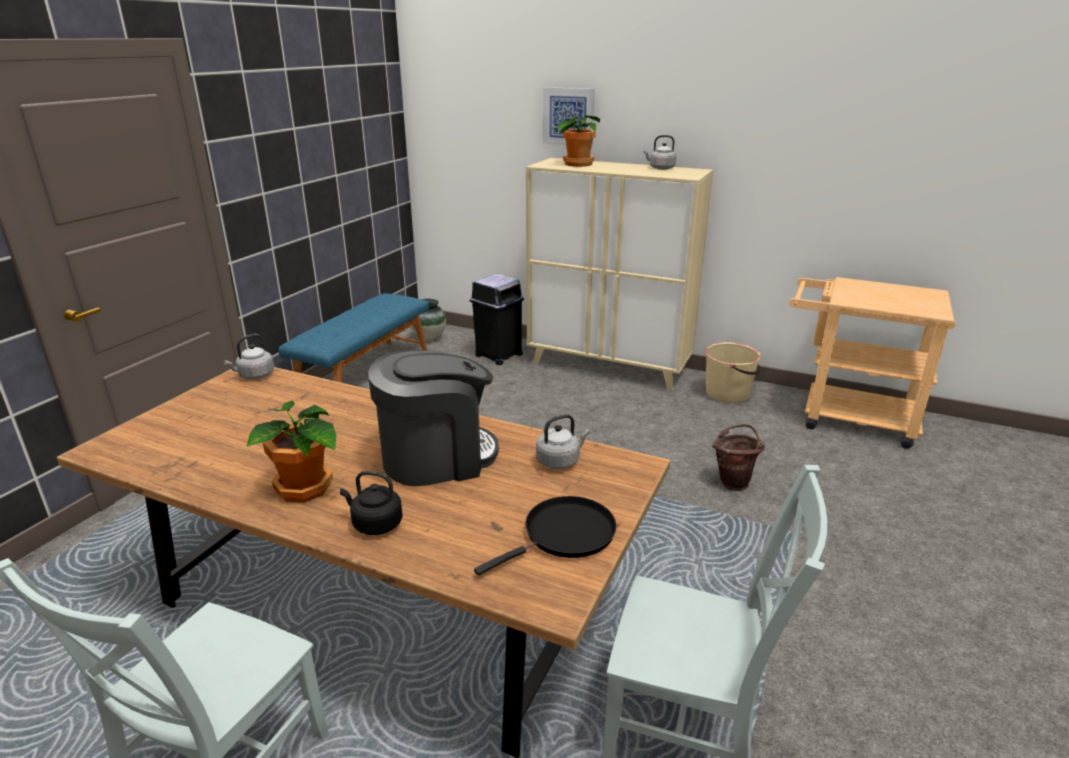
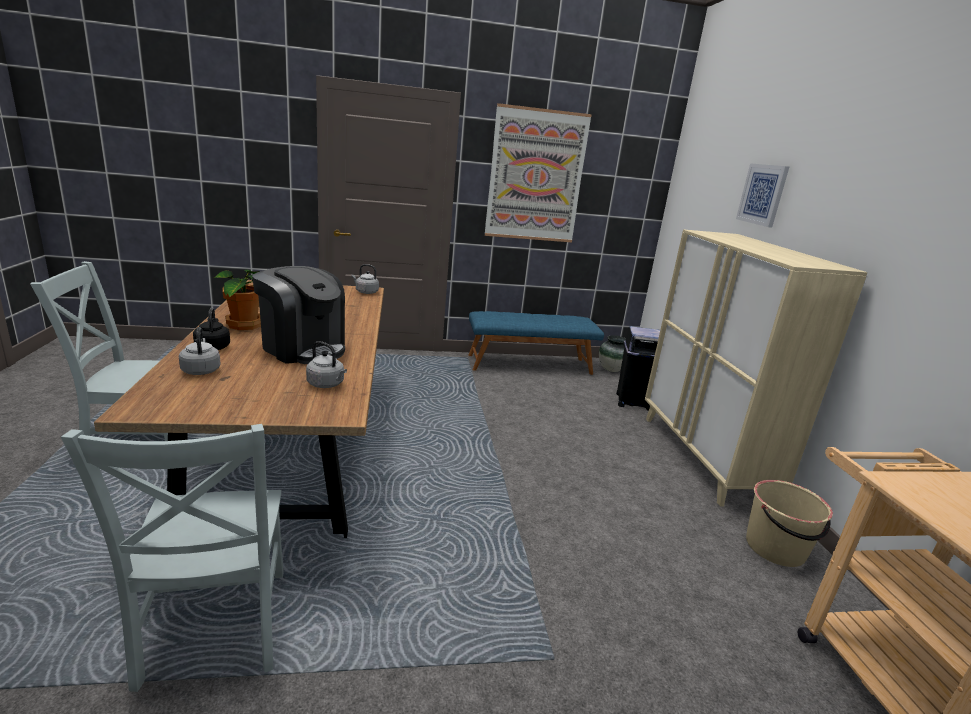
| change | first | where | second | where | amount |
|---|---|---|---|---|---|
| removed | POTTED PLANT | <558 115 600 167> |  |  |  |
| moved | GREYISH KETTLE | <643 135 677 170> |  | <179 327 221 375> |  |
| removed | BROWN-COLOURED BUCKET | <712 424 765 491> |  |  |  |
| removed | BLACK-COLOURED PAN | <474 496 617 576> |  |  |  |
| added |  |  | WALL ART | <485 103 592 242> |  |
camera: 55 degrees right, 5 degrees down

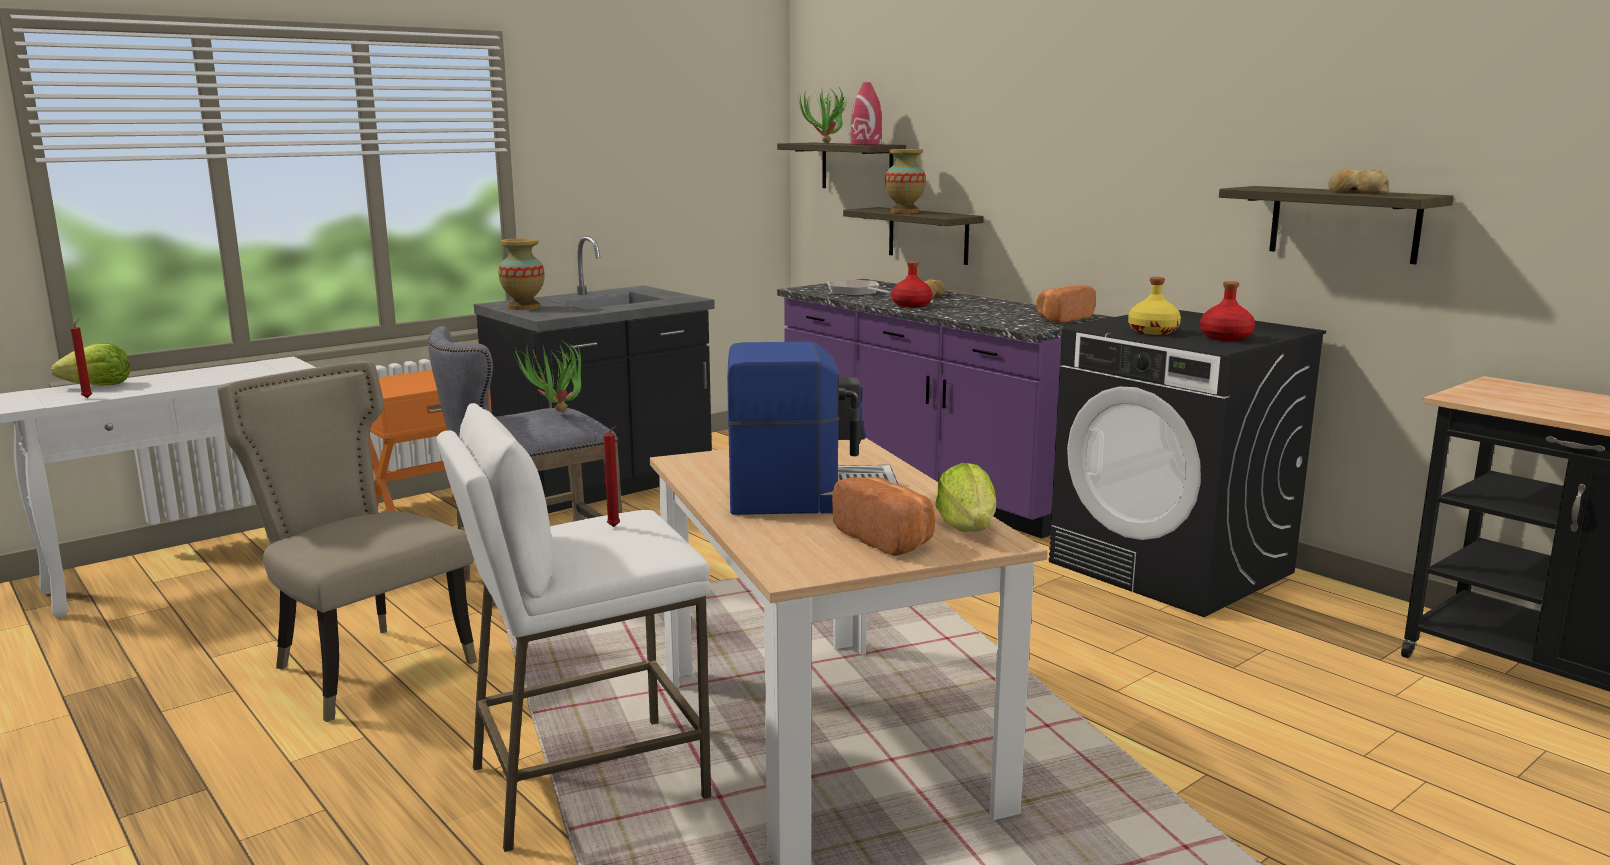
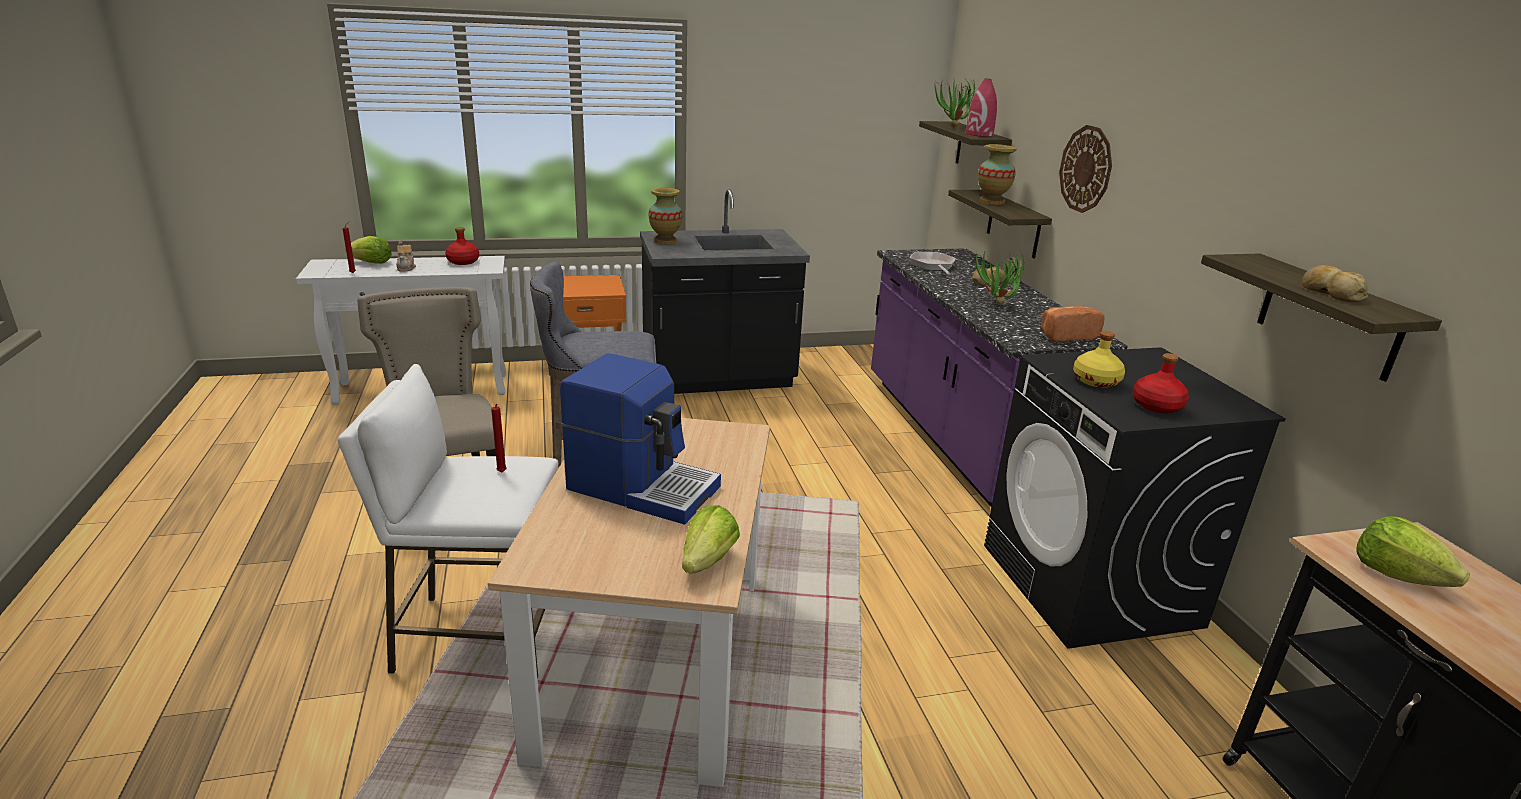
| change | first | where | second | where | amount |
|---|---|---|---|---|---|
| moved | REDDISH DRINK BOTTLE | <892 261 933 308> |  | <445 227 479 265> |  |
| moved | POTTED PLANT | <514 340 581 412> |  | <975 252 1024 305> |  |
| removed | BAKED BREAD | <832 477 936 556> |  |  |  |
| added |  |  | CLOCK ON THE WALL | <1059 125 1112 213> |  |
| added |  |  | TEA POT | <396 241 416 272> |  |
| added |  |  | LETTUCE HEAD | <1356 516 1470 587> |  |
camera: 25 degrees right, 10 degrees up

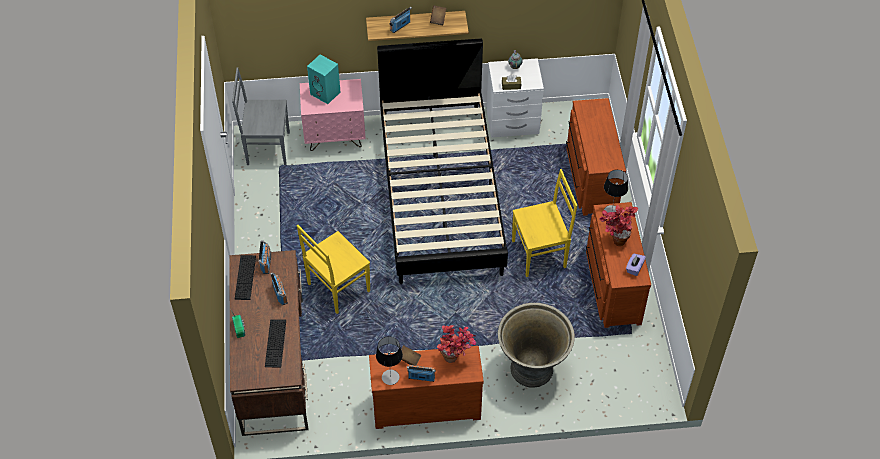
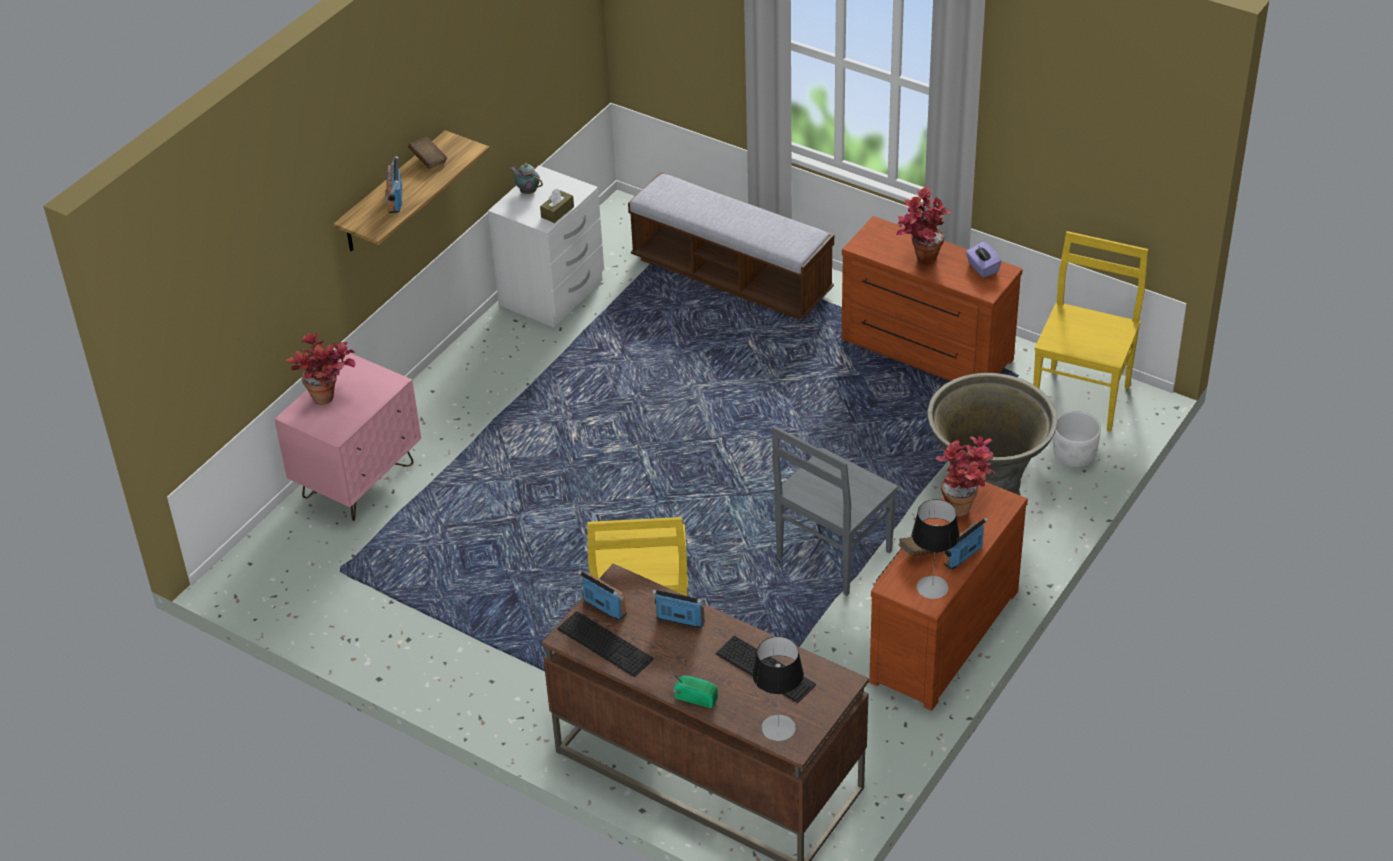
| change | first | where | second | where | amount |
|---|---|---|---|---|---|
| removed | BLACK-COLOURED SLEEPING BED | <377 38 508 284> |  |  |  |
| replaced | TURQUOISE-COLOURED AUDIO SPEAKER | <307 54 340 104> | POTTED PLANT | <286 333 355 405> |  |
| moved | GREYISH PLAIN CHAIR | <232 67 290 165> |  | <772 426 898 596> |  |
| replaced | BROWN-COLOURED CHEST OF DRAWERS | <566 98 626 216> | INDOOR BENCH | <628 172 834 319> |  |
| moved | YELLOWISH PLAIN CHAIR | <512 169 578 277> |  | <1033 231 1148 432> |  |
| moved | LAMP FOR A TABLE | <604 170 628 213> |  | <752 636 804 741> |  |
| added |  |  | WHITE-COLOURED FLOWER POT | <1053 411 1101 467> |  |
camera: 50 degrees left, 10 degrees down

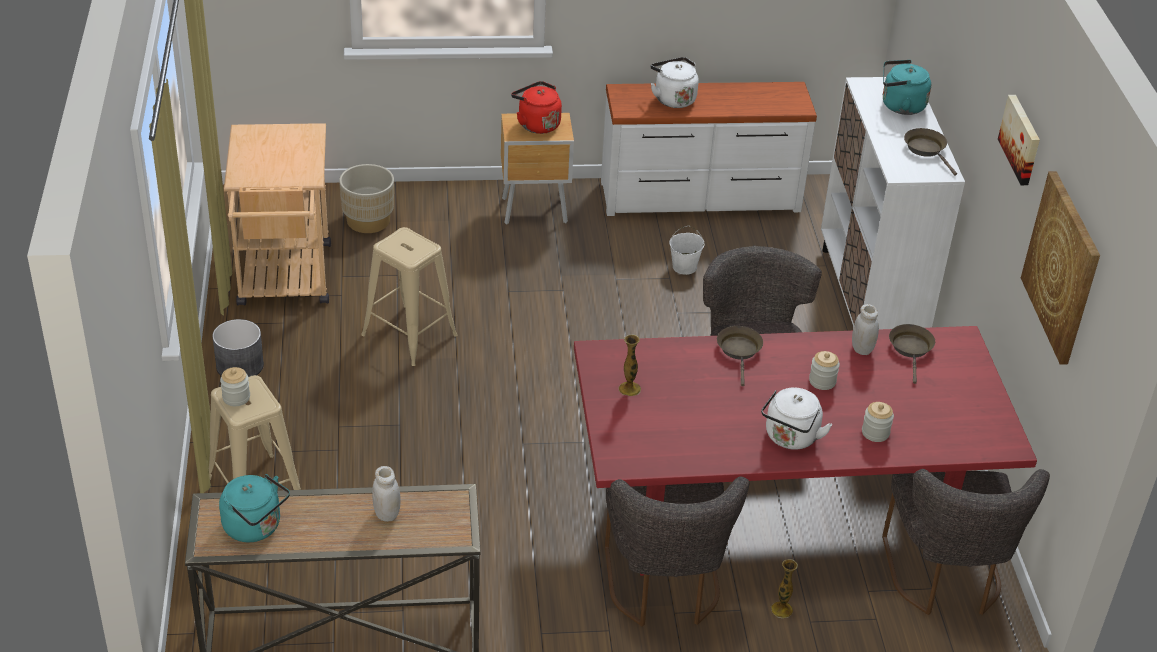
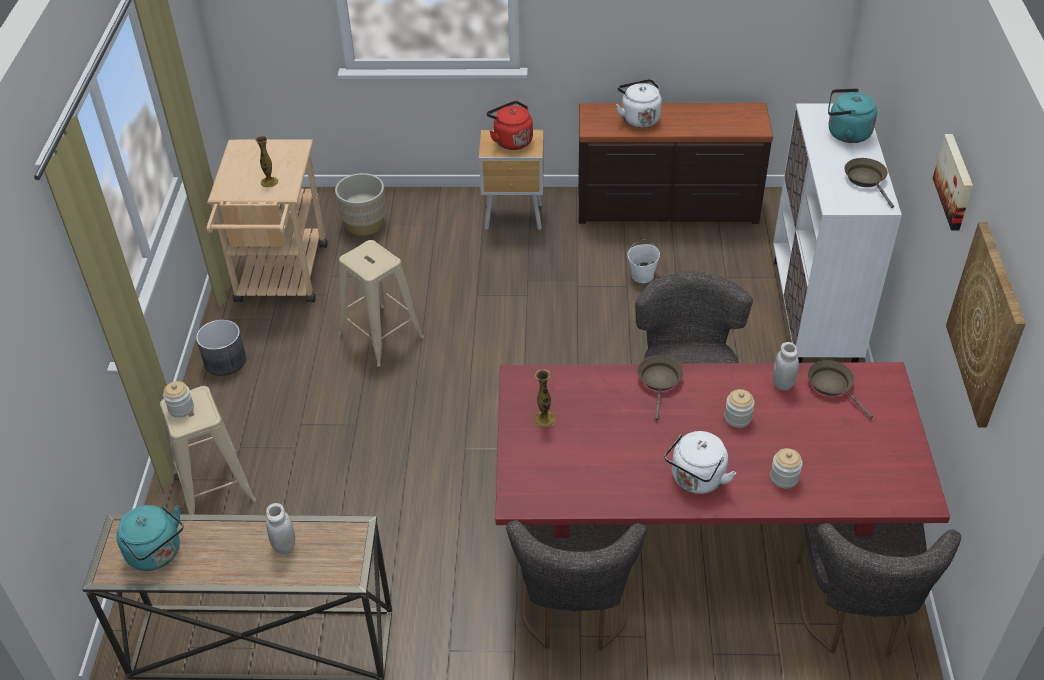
| change | first | where | second | where | amount |
|---|---|---|---|---|---|
| recoloured | WHITE-COLOURED CHEST OF DRAWERS | <601 82 817 216> | BROWN-COLOURED CHEST OF DRAWERS | <578 103 773 224> |  |
| turned | BROWN-COLOURED PAN | <889 324 935 384> |  | <808 360 873 418> | 45 degrees counterclockwise |
| moved | DECORATIVE VASE | <771 559 798 618> |  | <255 136 278 187> |  |
camera: 10 degrees right, 5 degrees up

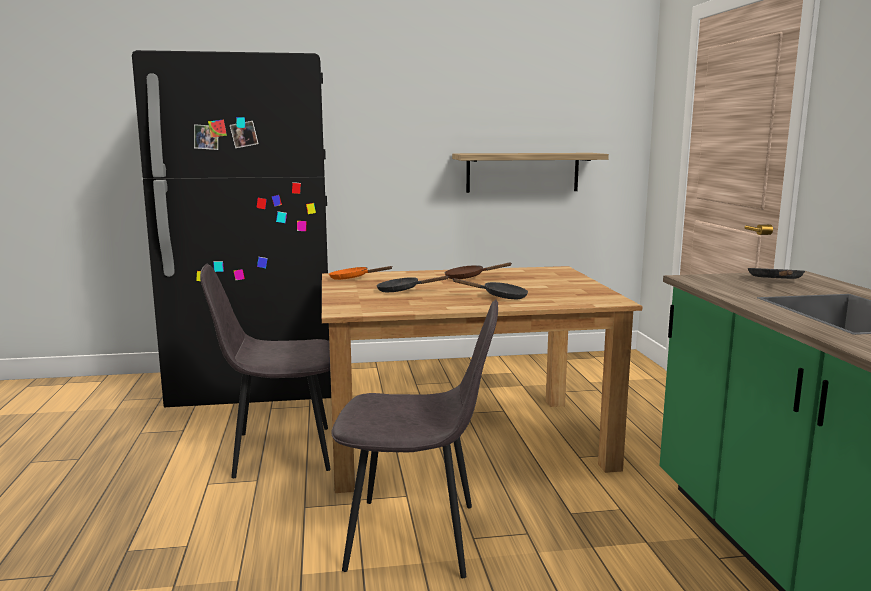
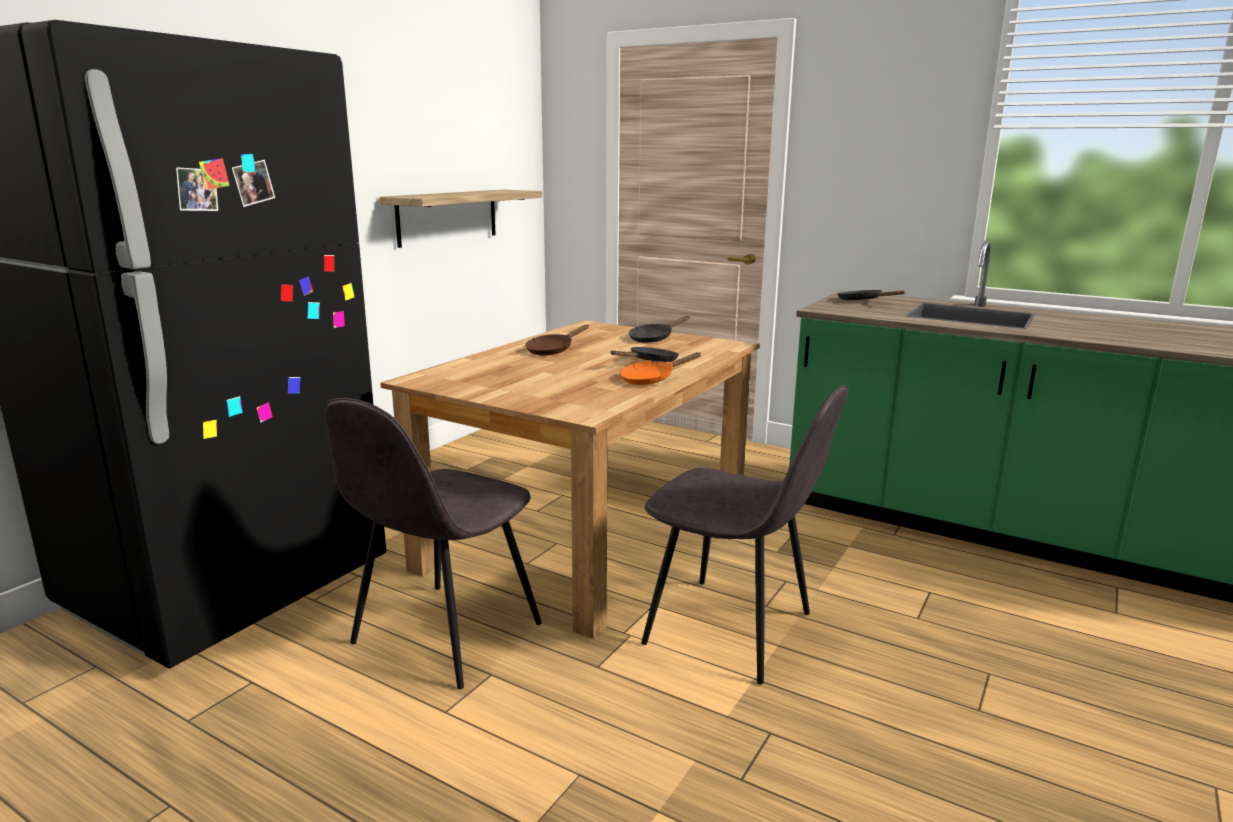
| change | first | where | second | where | amount |
|---|---|---|---|---|---|
| moved | ORANGEY PAN | <329 266 392 280> |  | <620 352 700 385> |  |
| moved | BLACK-COLOURED PAN | <376 276 449 292> |  | <629 316 690 343> |  |
| turned | GREYISH PLAIN CHAIR | <331 299 498 578> |  | <641 385 848 684> | 75 degrees clockwise |
camera: 50 degrees left, 5 degrees up

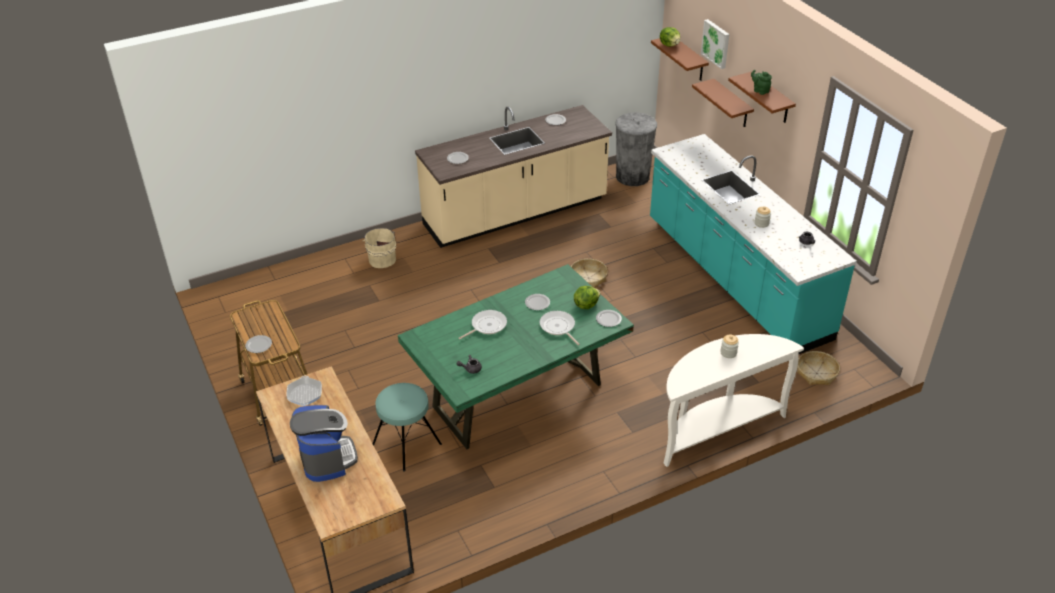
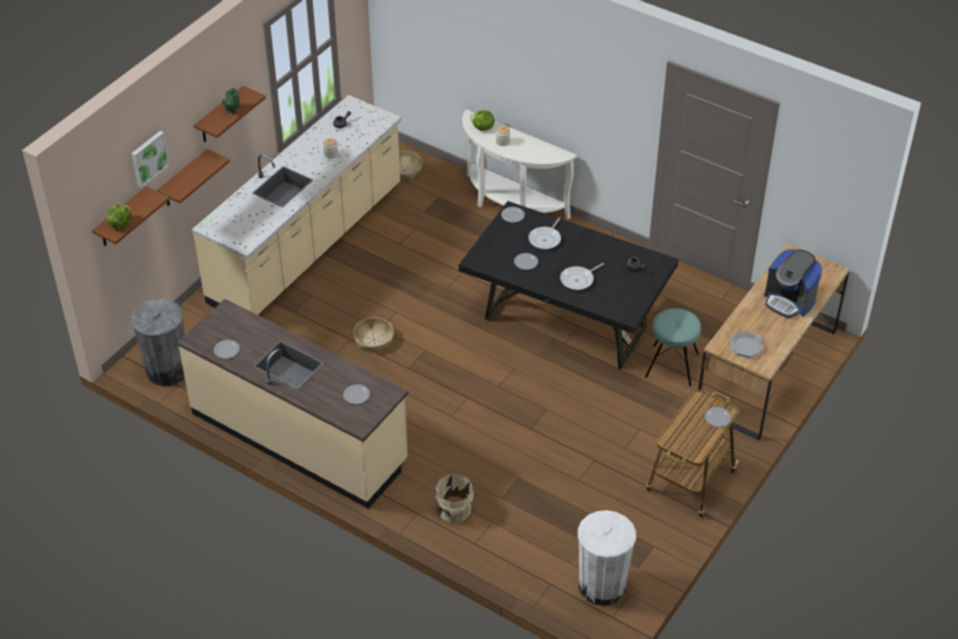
| change | first | where | second | where | amount |
|---|---|---|---|---|---|
| recoloured | TURQUOISE-COLOURED COUNTER | <650 134 857 354> | BEIGE-COLOURED COUNTER | <192 95 402 315> |  |
| recoloured | GREENISH DINING TABLE | <398 264 634 449> | BLACK-COLOURED DINING TABLE | <459 201 679 369> |  |
| moved | LETTUCE HEAD | <574 286 600 309> |  | <470 110 495 131> |  |
| turned | PAN | <459 310 507 339> |  | <560 263 604 290> | 60 degrees counterclockwise |
| turned | COFFEE MACHINE | <290 405 358 482> |  | <764 249 822 318> | 90 degrees counterclockwise |
| added |  |  | WHITE-COLOURED WASTE BIN | <578 510 636 606> |  |
camera: 120 degrees left, 5 degrees up

